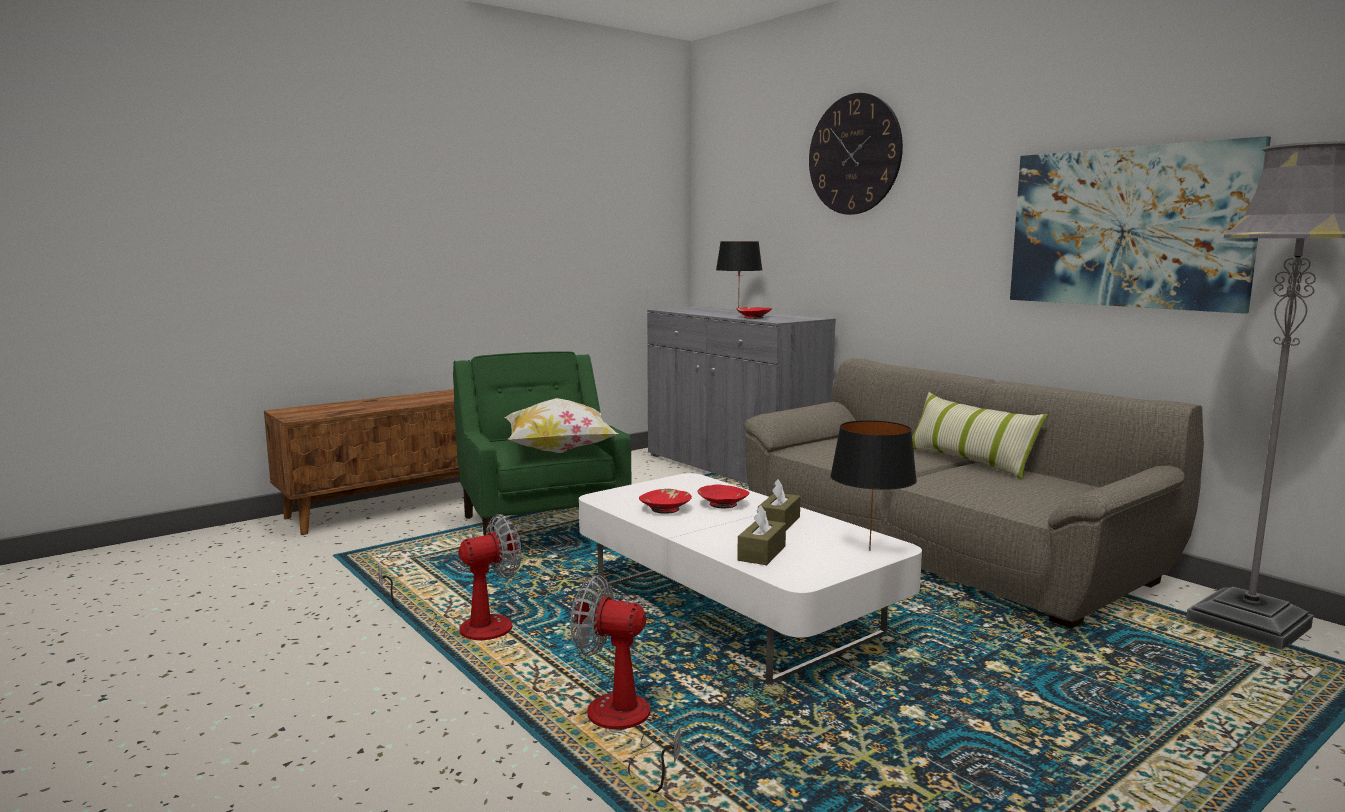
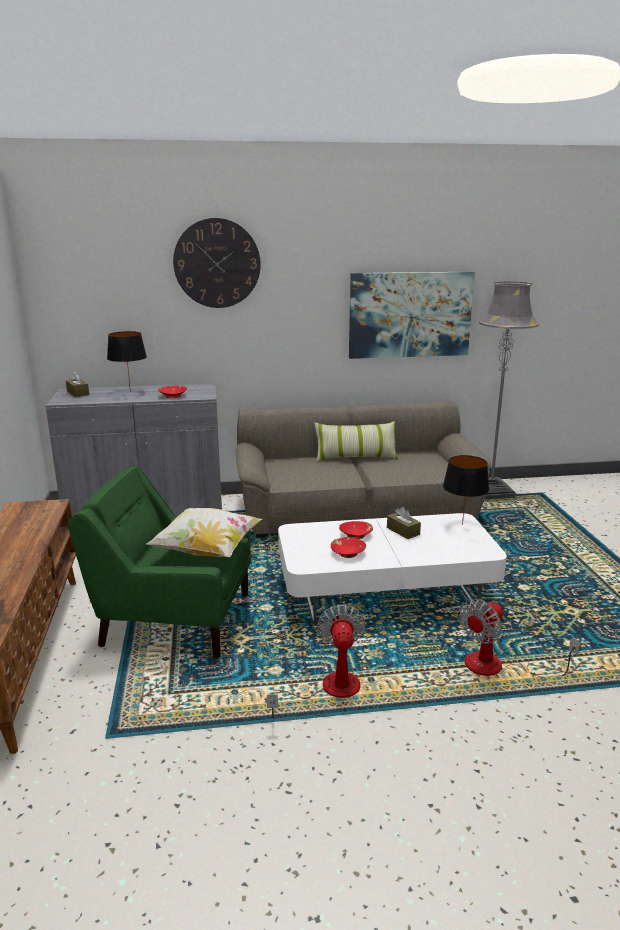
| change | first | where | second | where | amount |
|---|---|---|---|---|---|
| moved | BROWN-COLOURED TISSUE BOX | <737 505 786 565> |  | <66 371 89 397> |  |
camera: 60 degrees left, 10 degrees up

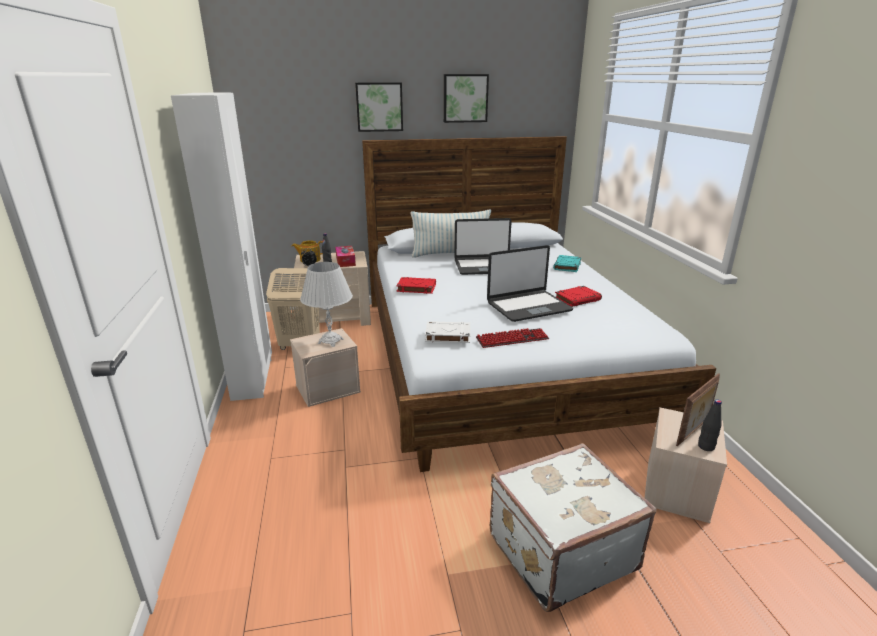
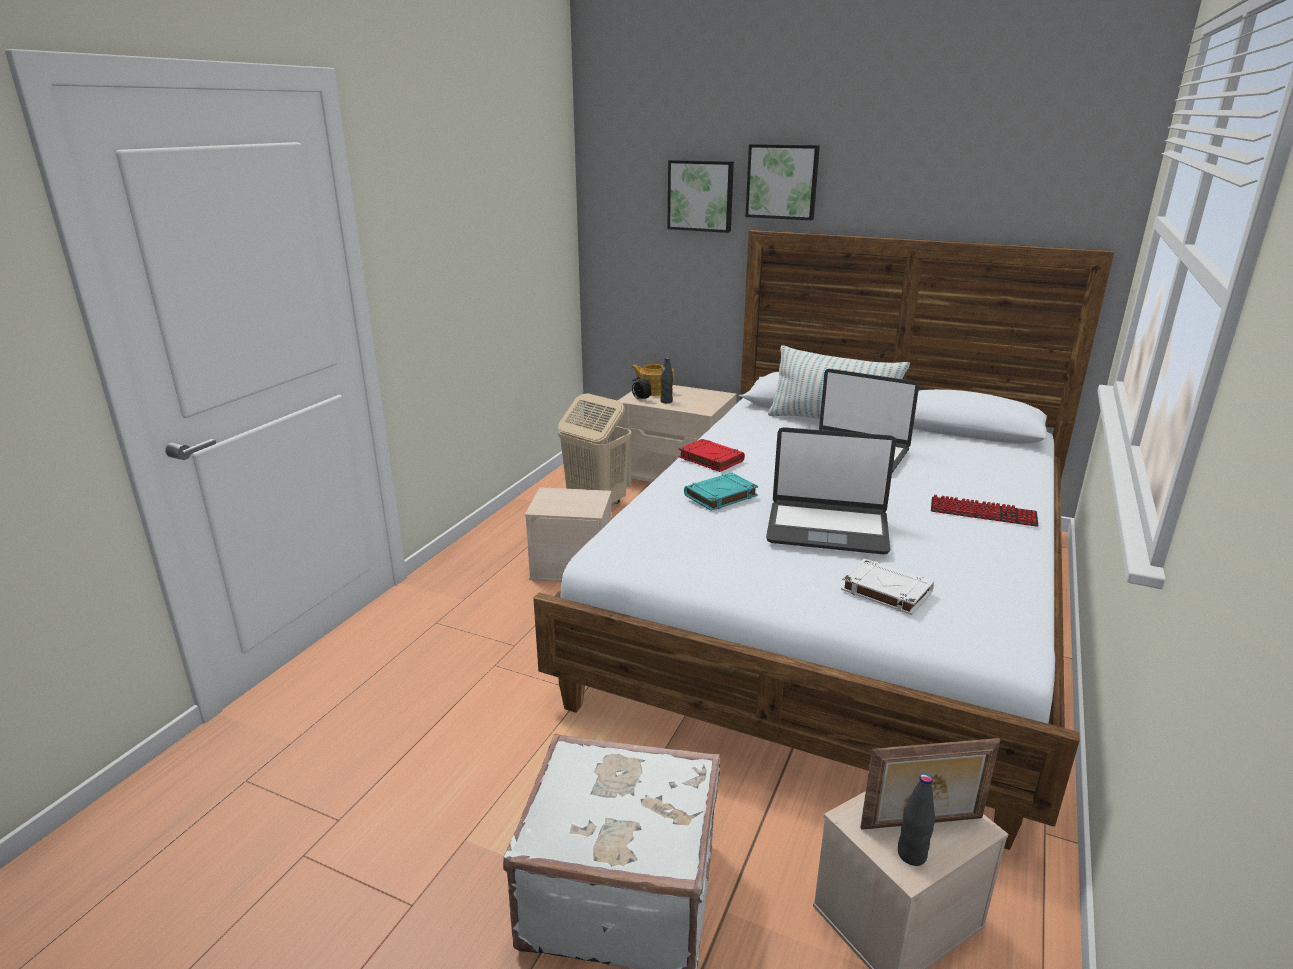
| change | first | where | second | where | amount |
|---|---|---|---|---|---|
| moved | WALL ART | <444 74 489 123> |  | <667 160 734 233> |  |
| removed | WHITE-COLOURED WARDROBE | <171 93 272 401> |  |  |  |
| removed | TISSUE BOX | <335 246 356 267> |  |  |  |
| moved | TURQUOISE-COLOURED BOUND BOOK | <553 255 581 272> |  | <684 472 758 511> |  |
| removed | WHITE-COLOURED LAMP FOR A TABLE | <300 262 353 347> |  |  |  |
| removed | REDDISH BOUND BOOK | <555 286 602 307> |  |  |  |
| moved | WHITE-COLOURED BOUND BOOK | <425 321 470 343> |  | <841 559 934 615> |  |
| moved | PC KEYBOARD | <476 328 549 348> |  | <931 495 1039 527> |  |
camera: 35 degrees right, 0 degrees up

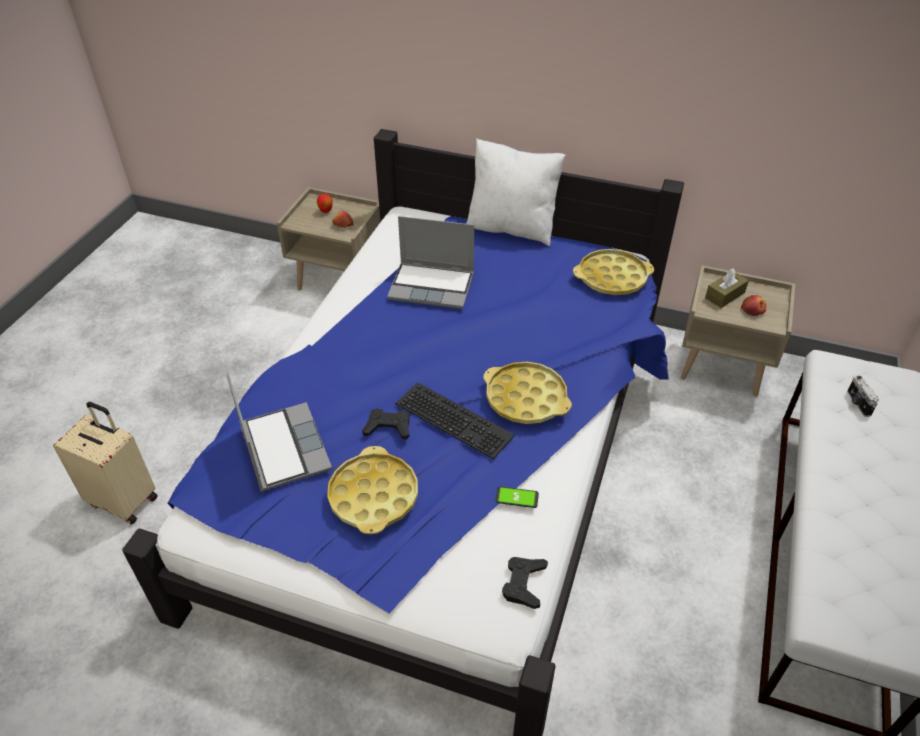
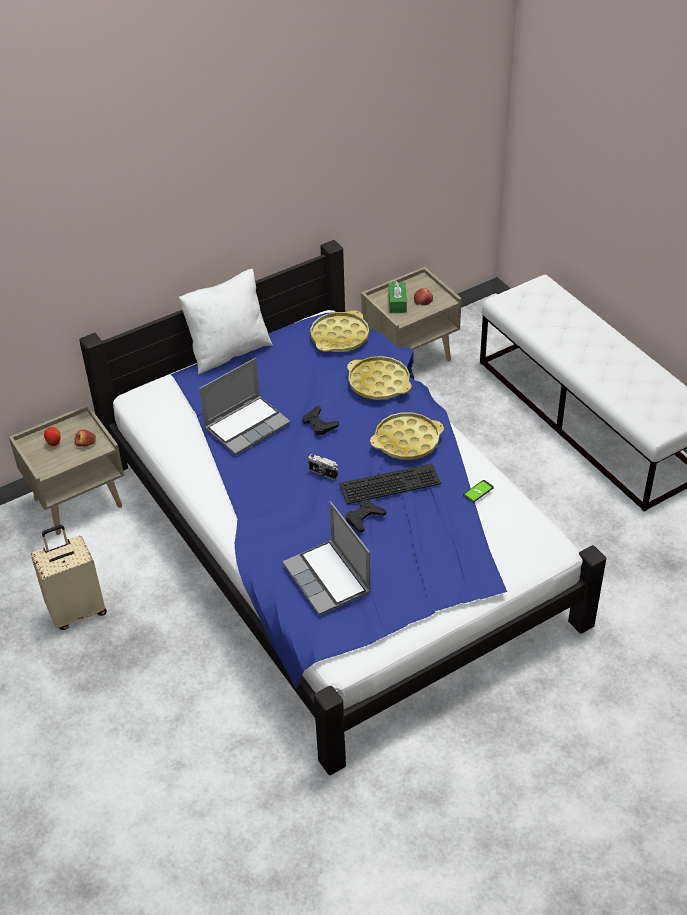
| change | first | where | second | where | amount |
|---|---|---|---|---|---|
| recoloured | BROWN-COLOURED TISSUE BOX | <705 268 749 308> | GREENISH TISSUE BOX | <389 280 407 313> |  |
| turned | LAPTOP | <227 374 332 492> |  | <282 501 371 615> | 135 degrees counterclockwise |
| moved | PHOTO CAMERA | <847 376 879 417> |  | <308 454 338 480> |  |
| moved | BEIGE-COLOURED PIECE OF LUGGAGE | <53 402 158 525> |  | <31 525 107 630> |  |
| moved | YELLOWISH SERVING TRAY | <327 446 418 534> |  | <347 356 412 400> |  |
| moved | BLACK-COLOURED GAMEPAD | <502 557 548 609> |  | <302 405 339 436> |  |
camera: 50 degrees left, 0 degrees up

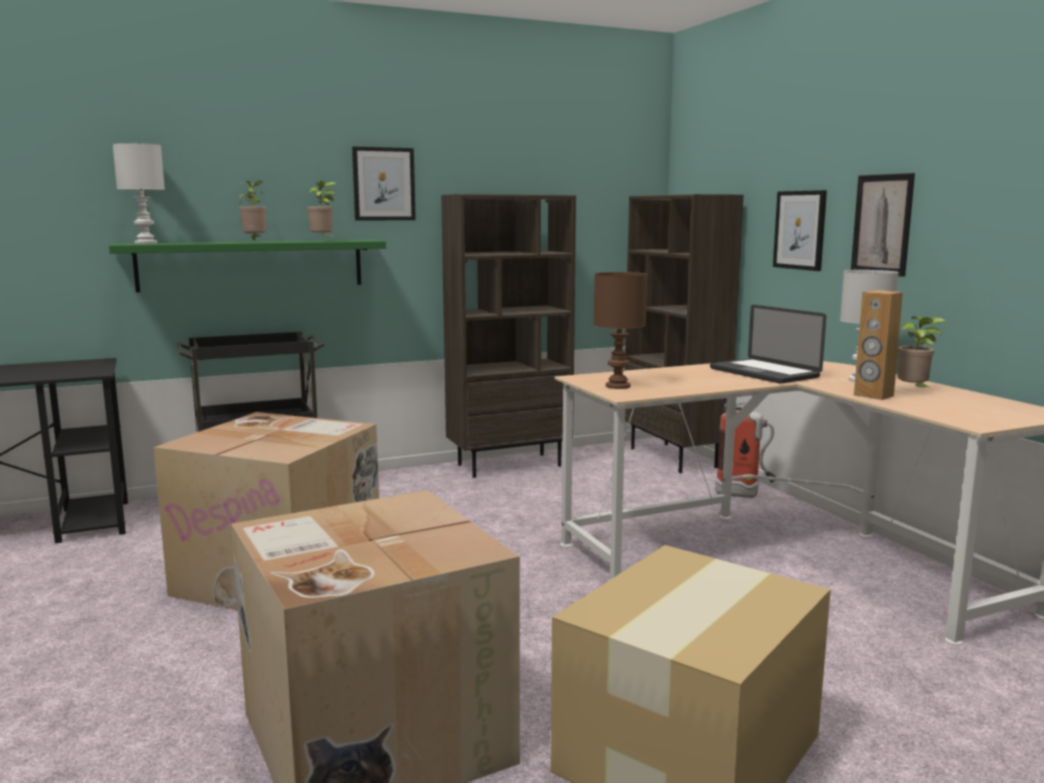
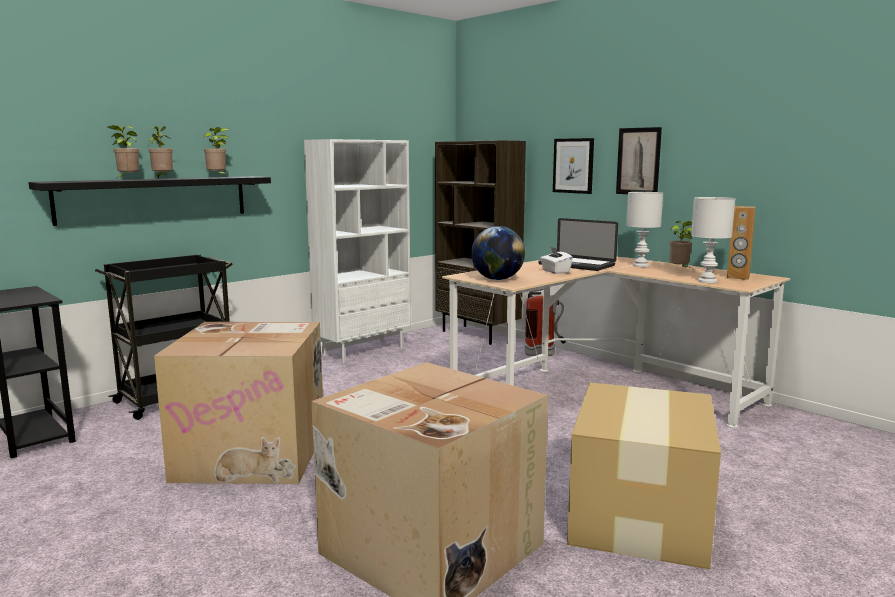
| change | first | where | second | where | amount |
|---|---|---|---|---|---|
| moved | WHITE-COLOURED LAMP FOR A TABLE | <112 143 165 244> |  | <691 197 735 283> |  |
| removed | WALL ART | <352 147 416 221> |  |  |  |
| recoloured | BROWN-COLOURED SHELVING UNIT | <441 194 576 478> | WHITE-COLOURED SHELVING UNIT | <304 139 411 364> |  |
| recoloured | GREENISH WALL SHELF | <109 240 386 293> | BLACK-COLOURED WALL SHELF | <28 176 271 226> |  |
| replaced | BROWN-COLOURED LAMP FOR A TABLE | <593 272 647 389> | WORLD GLOBE | <471 226 525 280> |  |
| moved | BROWN-COLOURED AUDIO SPEAKER | <854 290 903 400> |  | <727 206 756 280> |  |
| added |  |  | POTTED PLANT | <108 125 139 180> |  |
| added |  |  | WHITE-COLOURED TISSUE BOX | <540 246 573 274> |  |
camera: 20 degrees left, 0 degrees up

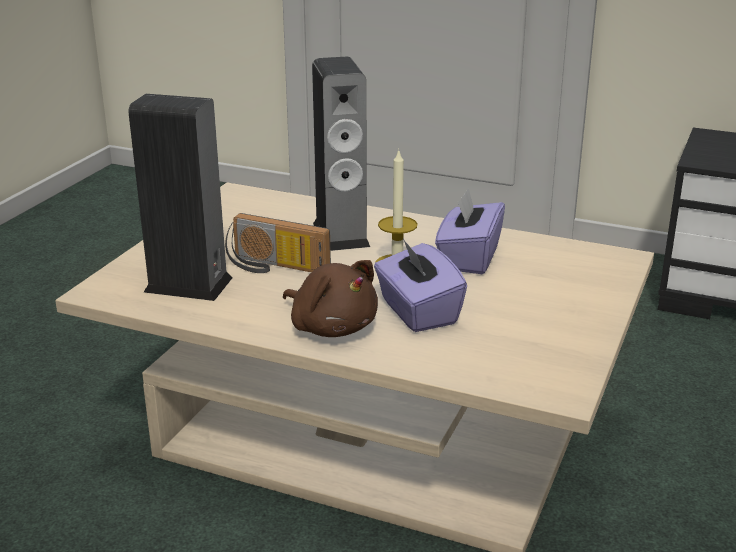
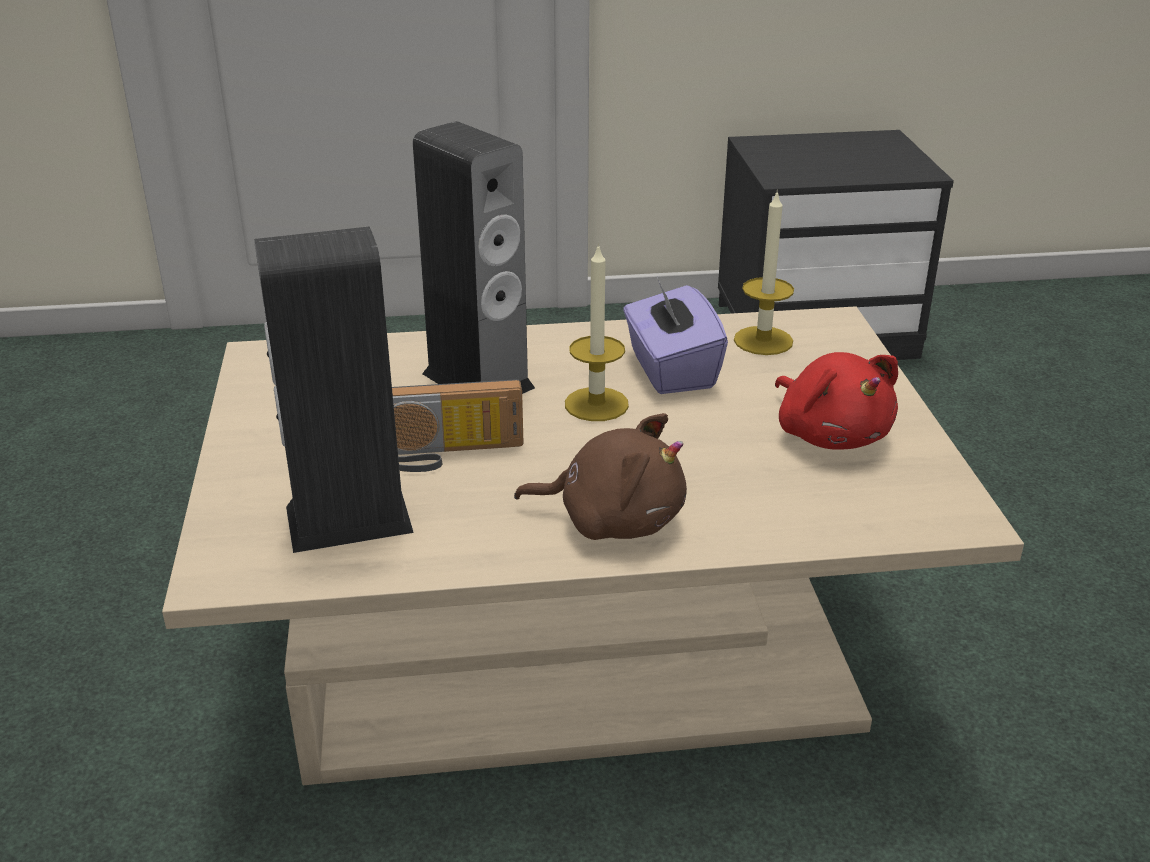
| change | first | where | second | where | amount |
|---|---|---|---|---|---|
| removed | PURPLISH TISSUE BOX | <374 239 467 332> |  |  |  |
| added |  |  | WAX CANDLE | <734 190 794 355> |  |
| added |  |  | REDDISH SOFT TOY | <775 352 898 450> |  |
camera: 30 degrees left, 5 degrees up

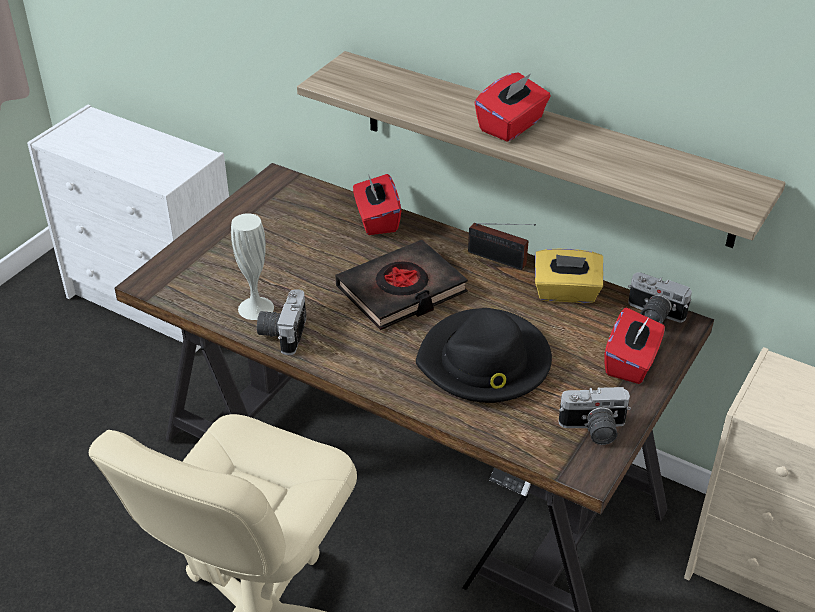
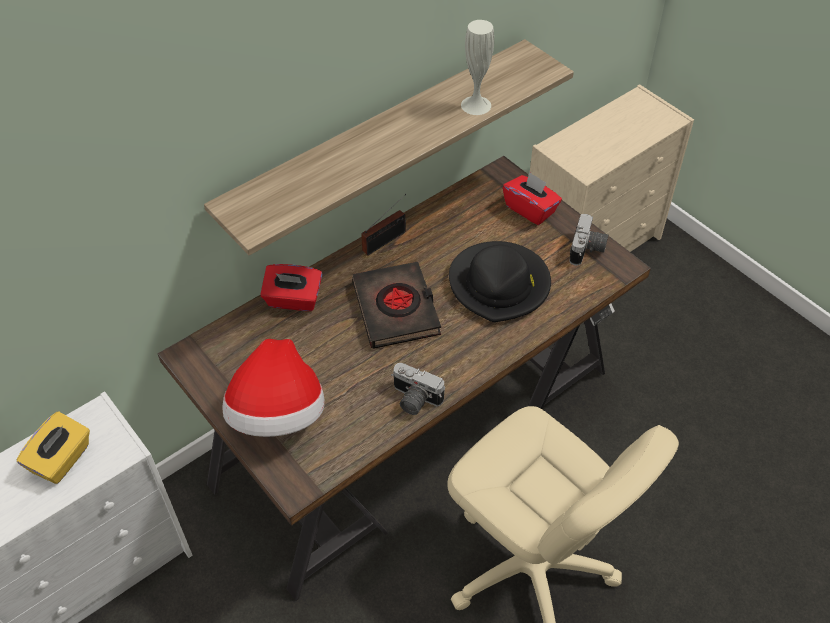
| change | first | where | second | where | amount |
|---|---|---|---|---|---|
| removed | REDDISH TISSUE BOX | <474 72 550 142> |  |  |  |
| moved | WHITE-COLOURED DECORATIVE VASE | <231 213 274 320> |  | <461 20 494 115> |  |
| moved | YELLOWISH TISSUE BOX | <535 249 603 303> |  | <17 411 90 484> |  |
| removed | PHOTO CAMERA | <628 272 692 324> |  |  |  |
| added |  |  | CLOTHING HAT | <222 339 324 437> |  |
camera: 70 degrees left, 10 degrees up

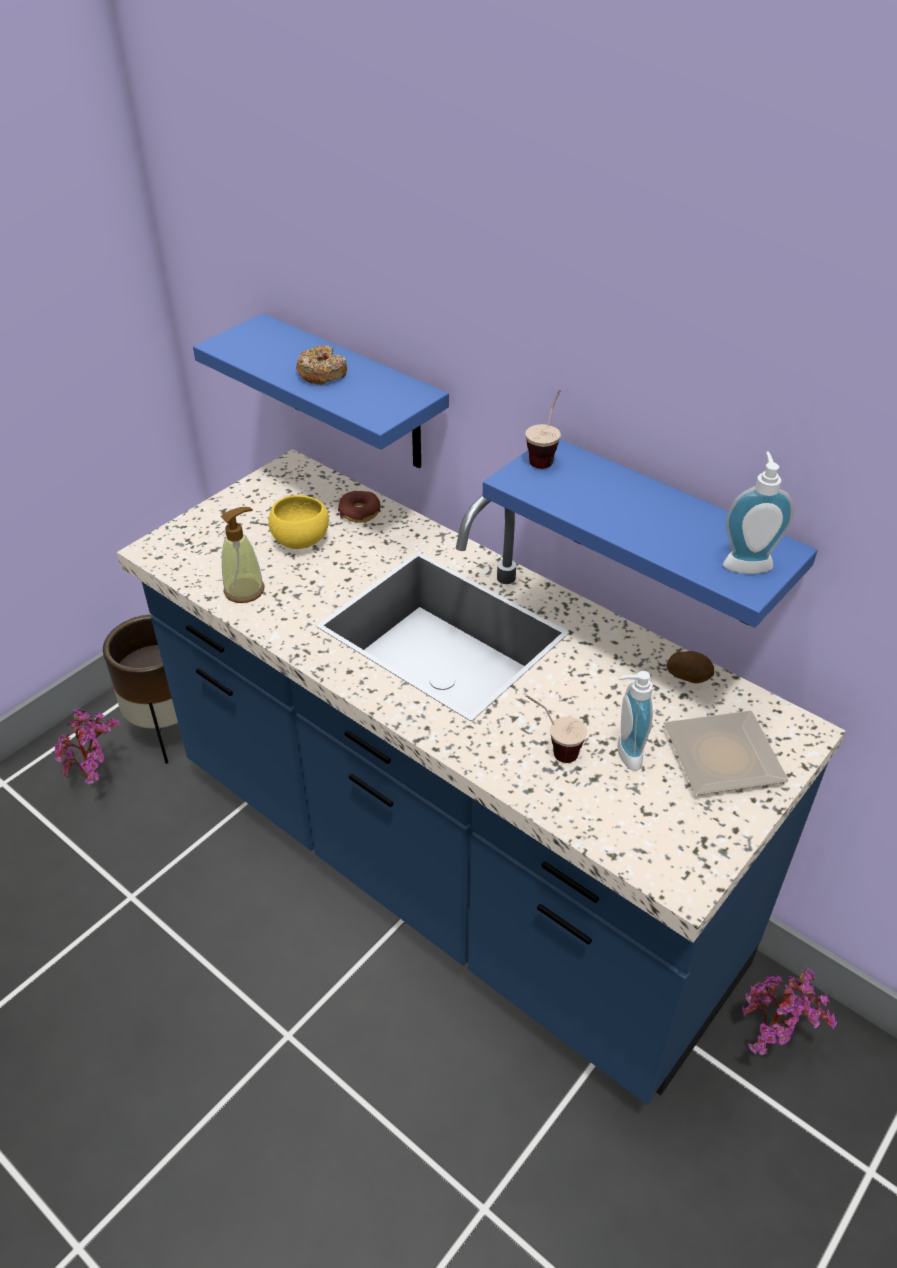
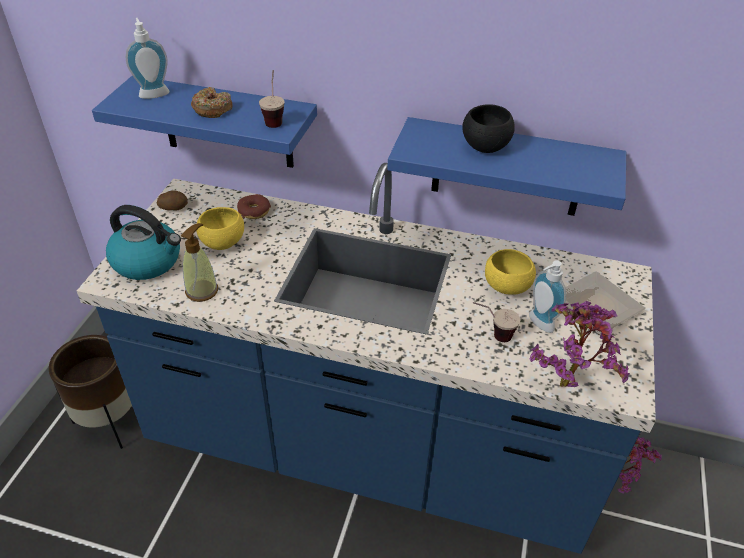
| change | first | where | second | where | amount |
|---|---|---|---|---|---|
| moved | DRINKING CUP | <525 390 561 469> |  | <259 70 285 128> |  |
| moved | LIQUID SOAP BOTTLE | <723 452 795 574> |  | <126 18 169 99> |  |
| moved | SPUD | <666 651 714 683> |  | <157 190 188 211> |  |
| moved | POTTED PLANT | <53 708 121 784> |  | <530 301 630 387> |  |
| added |  |  | BLACK-COLOURED SERVING BOWL | <462 104 515 153> |  |
| added |  |  | KETTLE | <106 205 181 280> |  |
| added |  |  | YELLOWISH SERVING BOWL | <485 249 536 295> |  |
camera: 25 degrees left, 0 degrees up

